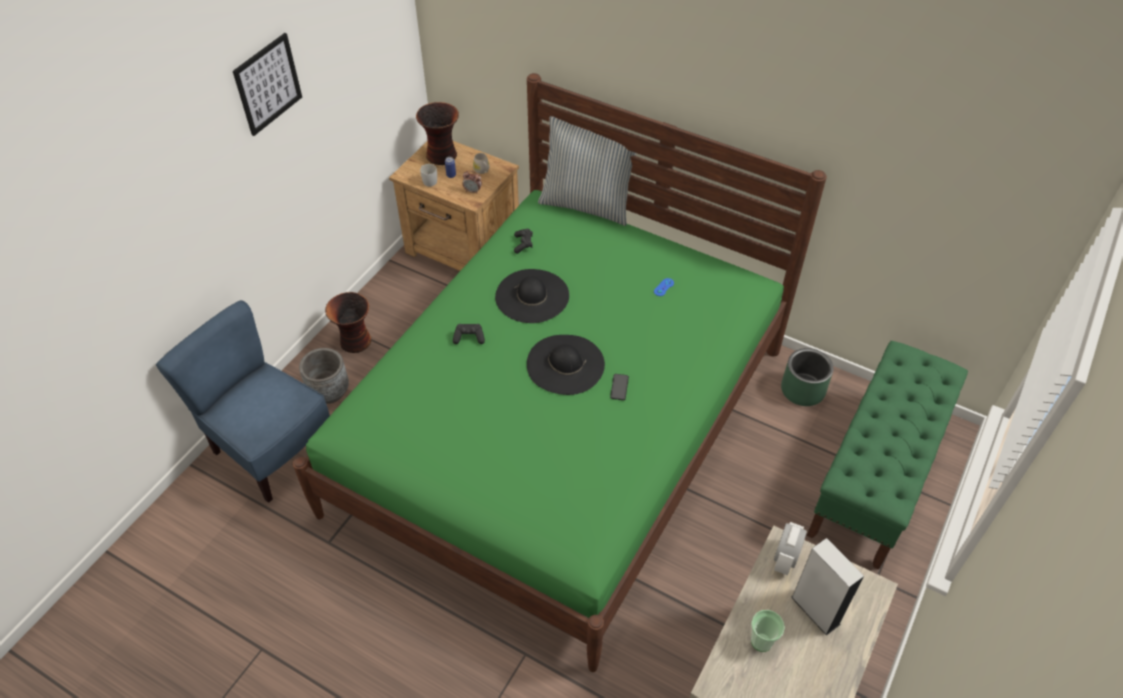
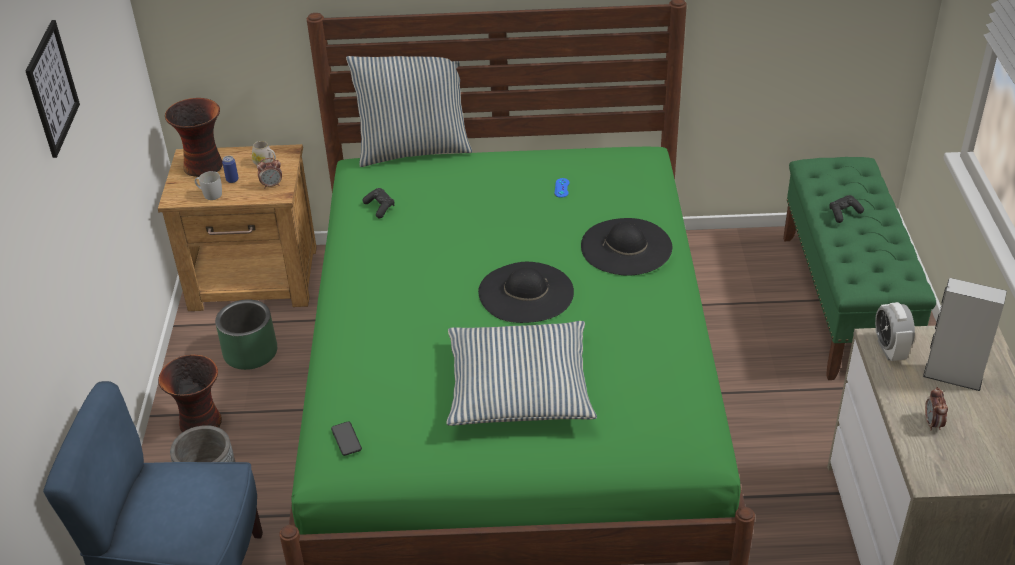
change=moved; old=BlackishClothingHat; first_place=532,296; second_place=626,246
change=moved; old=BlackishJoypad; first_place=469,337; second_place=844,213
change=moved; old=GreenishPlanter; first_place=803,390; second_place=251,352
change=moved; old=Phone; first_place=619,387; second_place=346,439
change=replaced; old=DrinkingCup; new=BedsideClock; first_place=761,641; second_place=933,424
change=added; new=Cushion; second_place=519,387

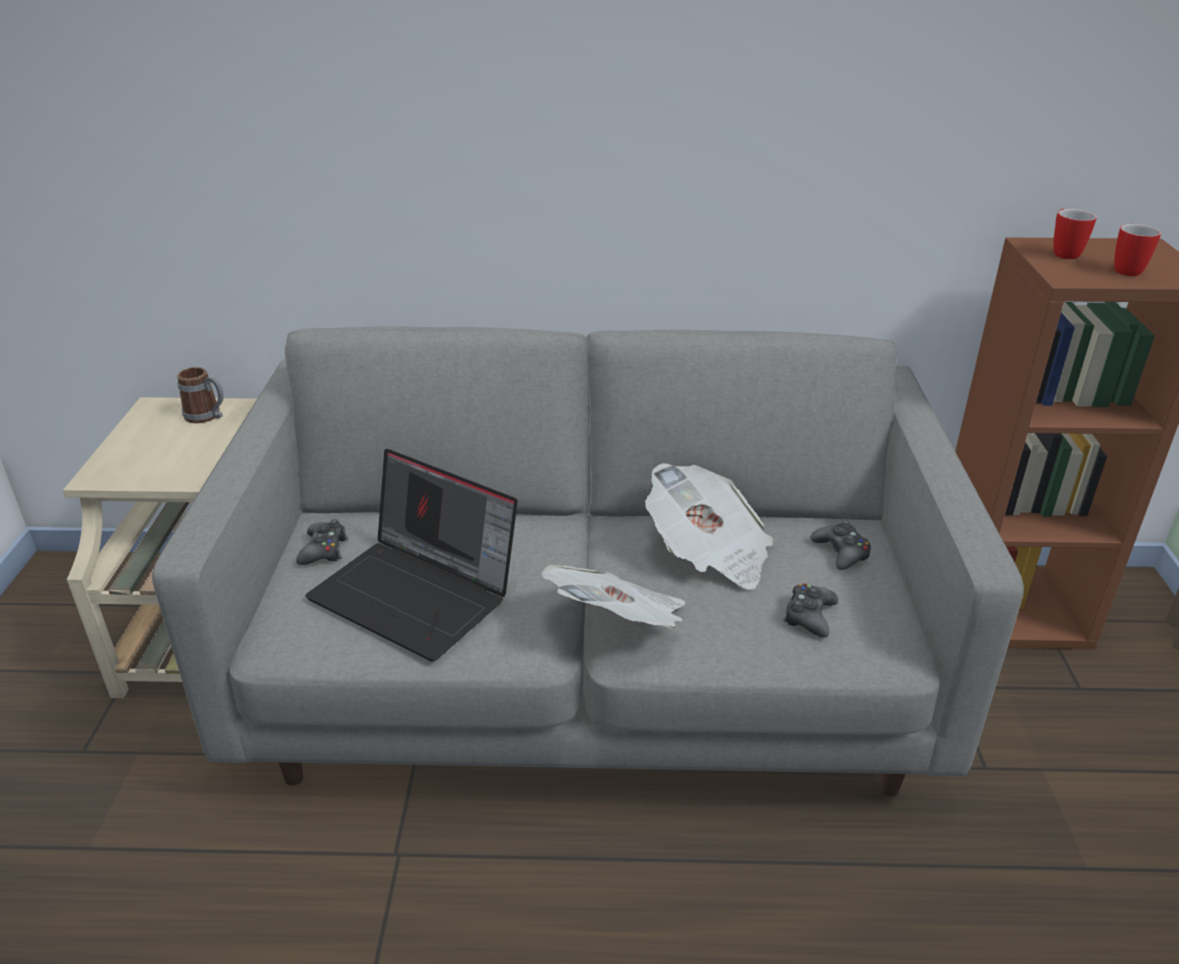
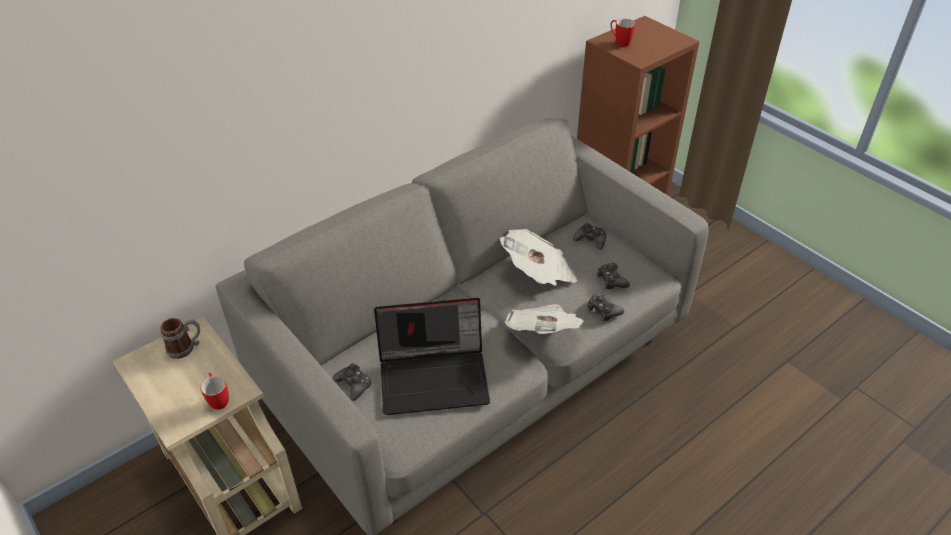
change=moved; old=Mug; first_place=1126,269; second_place=218,399
change=added; new=BlackishJoypad; second_place=603,310

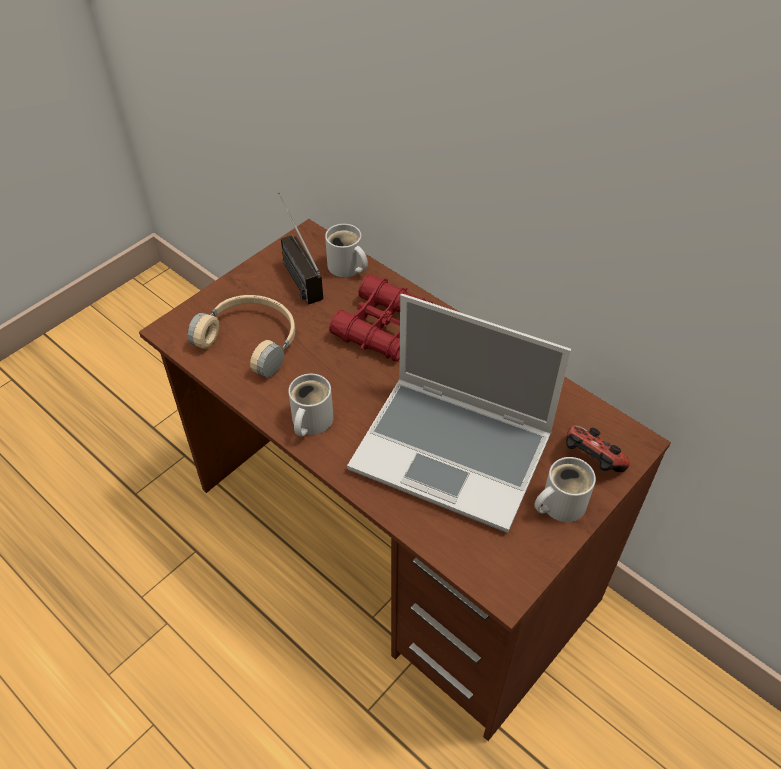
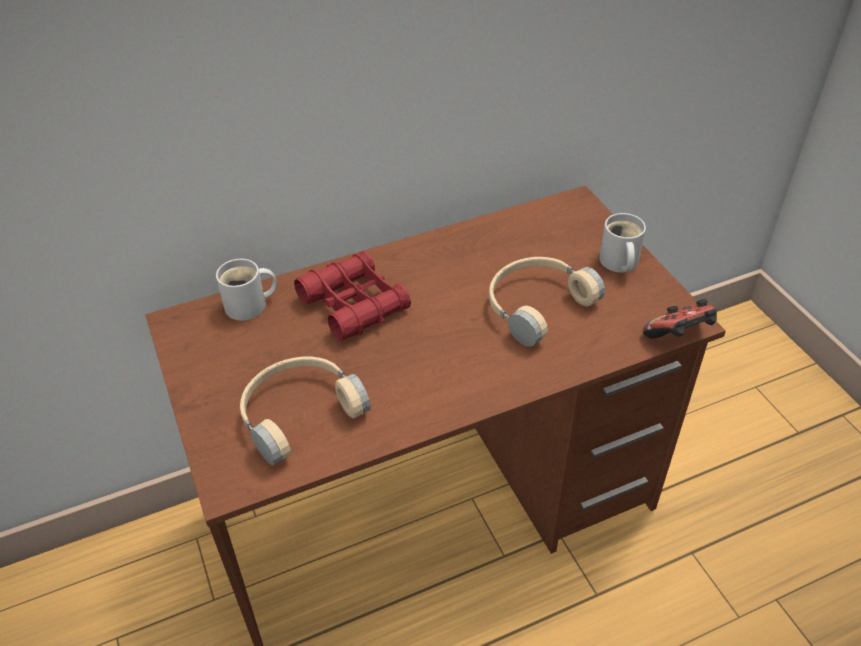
change=removed; old=Radio; first_place=294,271
change=replaced; old=Laptop; new=SandColouredPairOfHeadphones; first_place=454,452; second_place=536,305
change=removed; old=WhitishMug; first_place=309,421
change=moved; old=Joypad; first_place=590,462; second_place=679,336

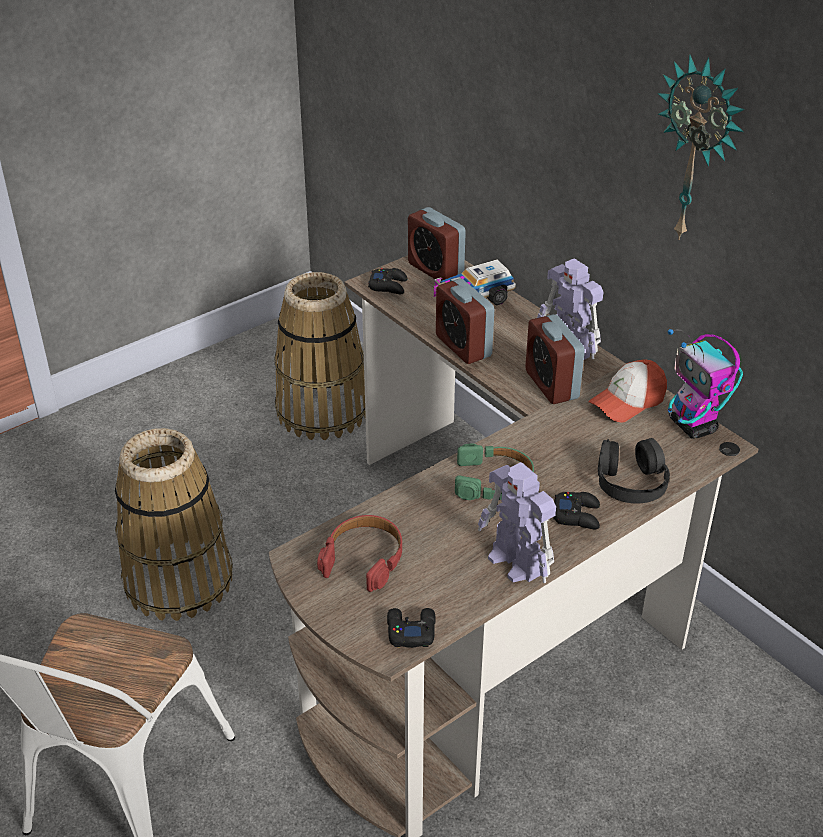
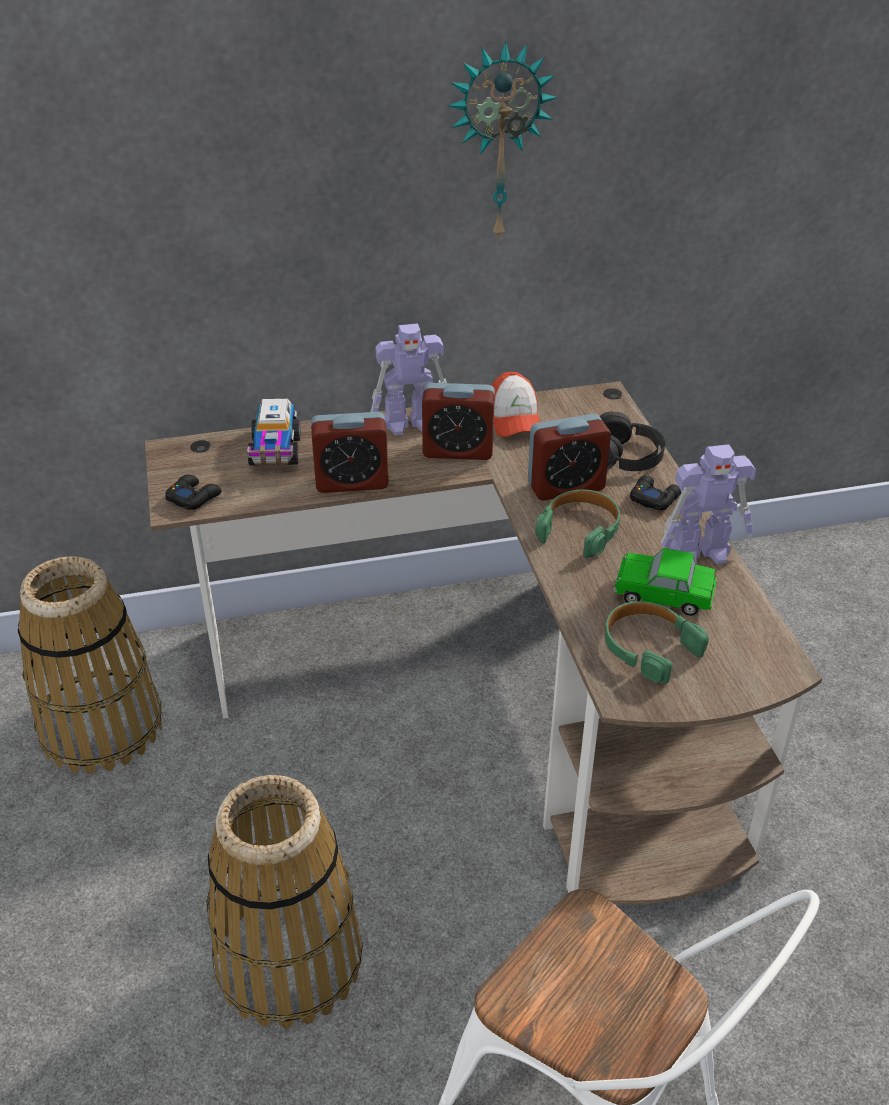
change=moved; old=BedsideClock; first_place=435,270; second_place=566,487
change=removed; old=ToyRobot; first_place=693,426
change=recoloured; old=RedColouredPairOfHeadphones; new=GreenishPairOfHeadphones; first_place=364,558; second_place=649,647
change=removed; old=BlackishJoypad; first_place=410,631
change=added; new=ModelCar; second_place=663,595

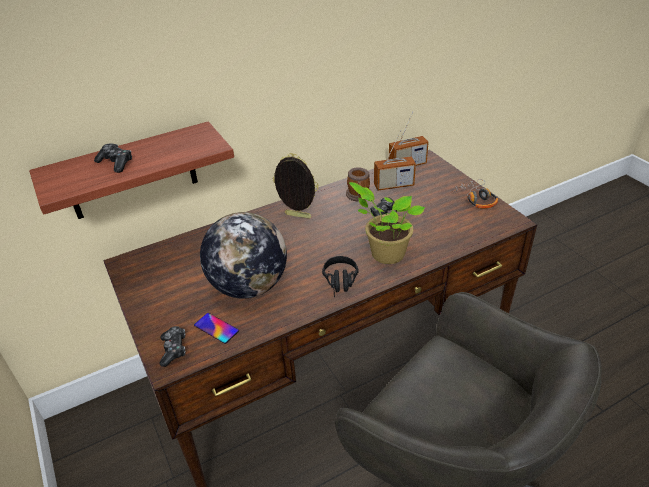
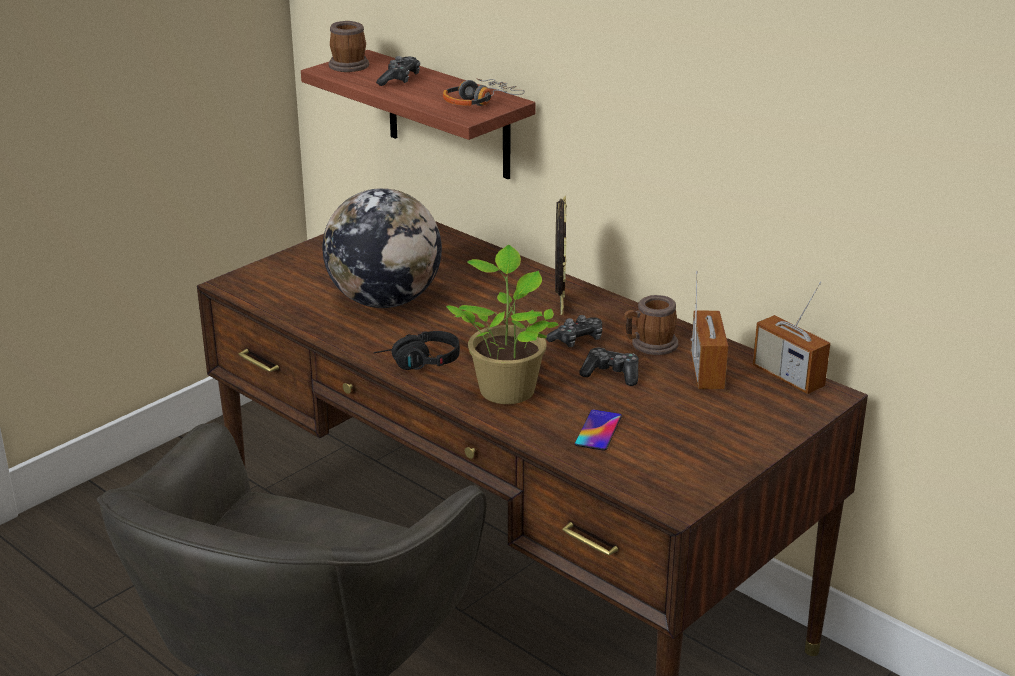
change=turned; old=Radio; first_place=393,185; second_place=707,372; degrees=-150
change=moved; old=PairOfHeadphones; first_place=476,199; second_place=479,101
change=moved; old=Phone; first_place=216,328; second_place=598,430
change=moved; old=Joypad; first_place=174,349; second_place=577,340
change=added; new=Mug; second_place=349,64

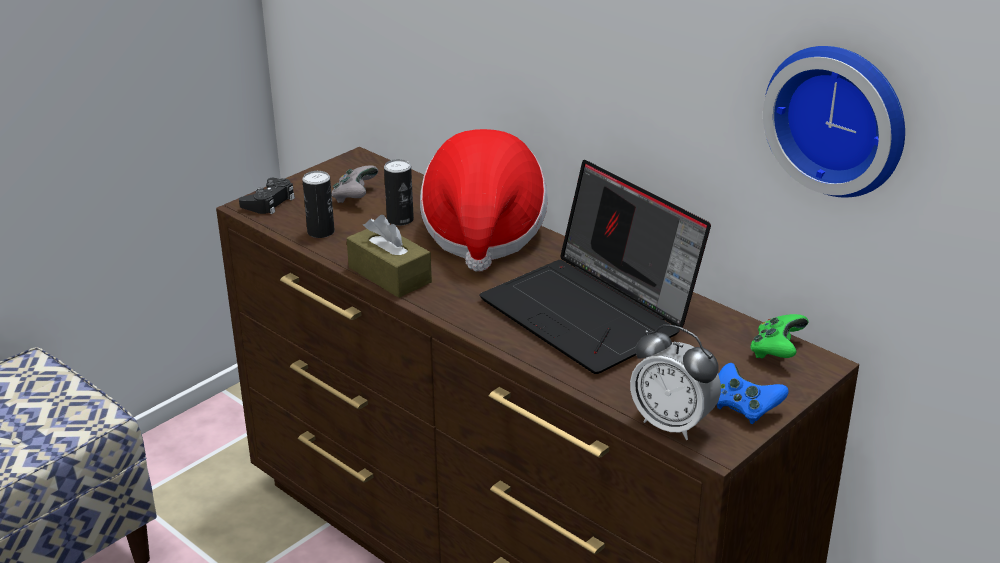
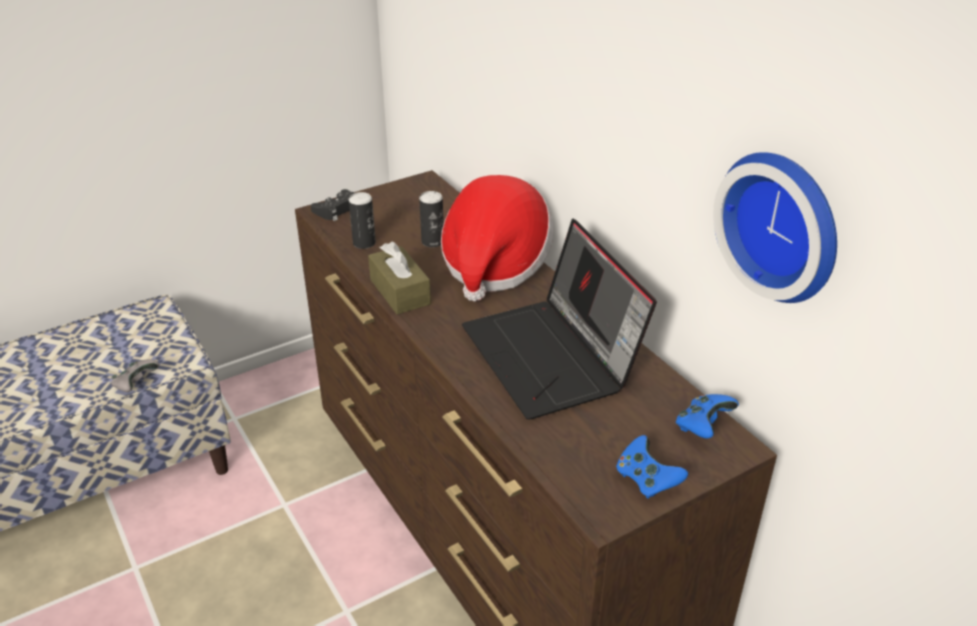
change=moved; old=GreyJoypad; first_place=355,196; second_place=136,384
change=recoloured; old=GreenishJoypad; new=BlueColouredJoypad; first_place=776,351; second_place=703,426
change=removed; old=BedsideClock; first_place=672,424

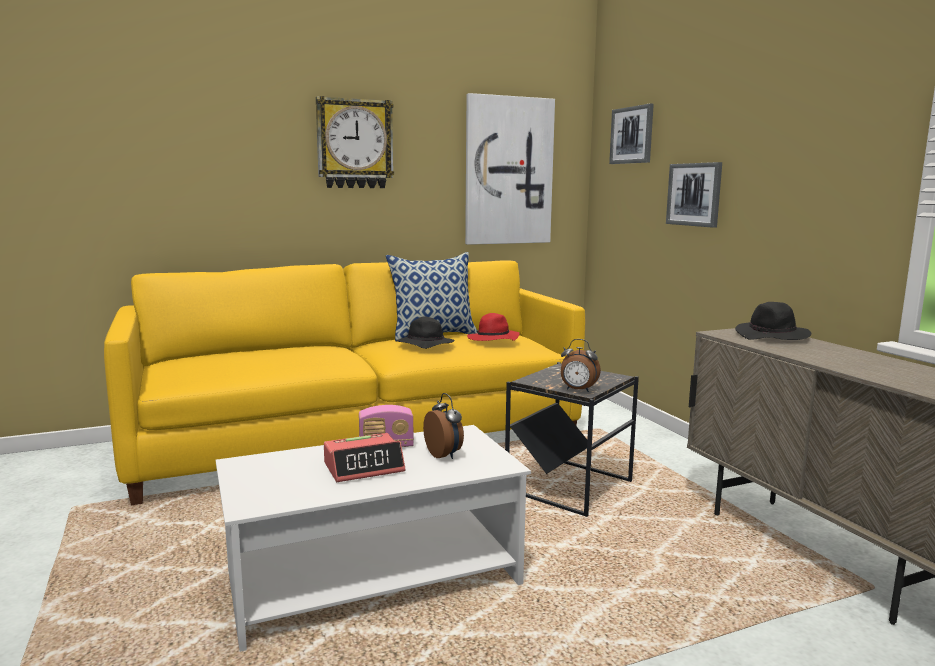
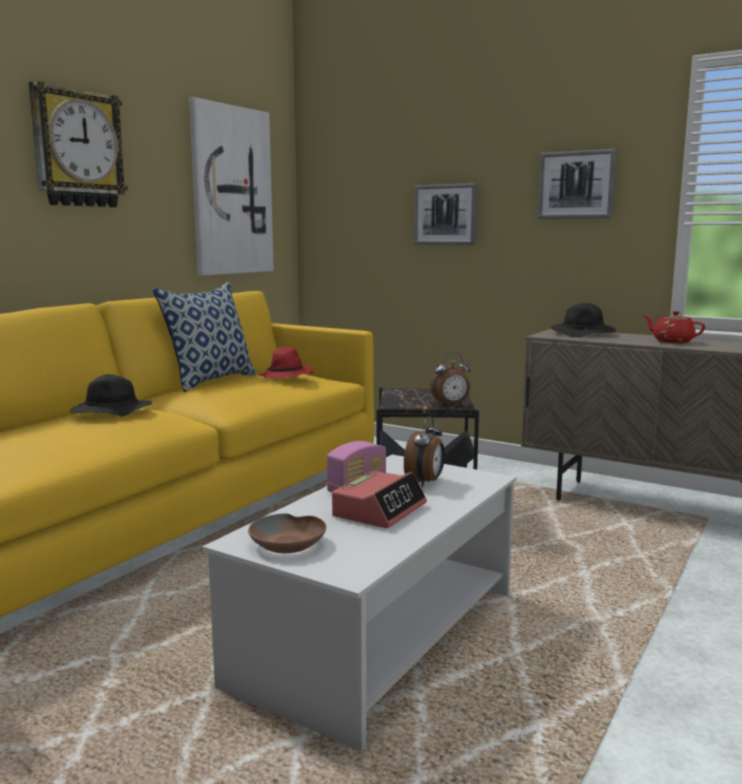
change=moved; old=WallArt; first_place=632,135; second_place=576,185
change=moved; old=BlackishClothingHat; first_place=424,345; second_place=110,412
change=turned; old=BedsideClock; first_place=444,455; second_place=425,482; degrees=90
change=added; new=RedColouredTeapot; second_place=672,341
change=added; new=BrownColouredServingBowl; second_place=289,544

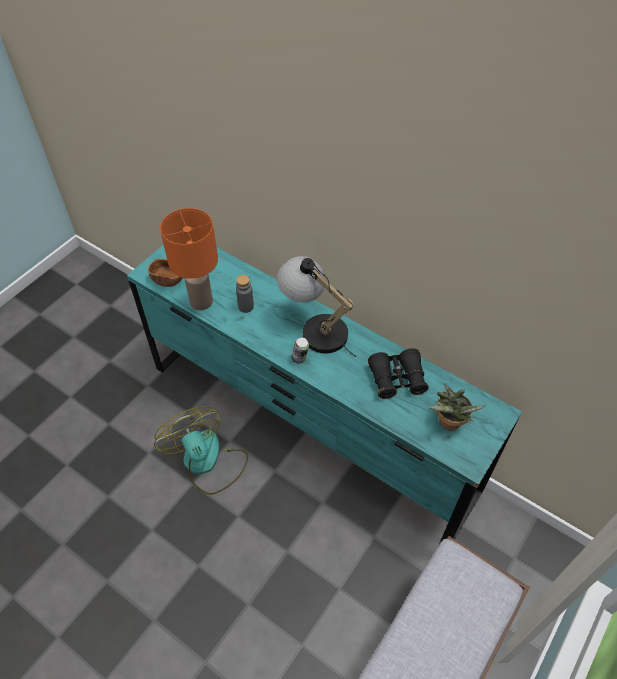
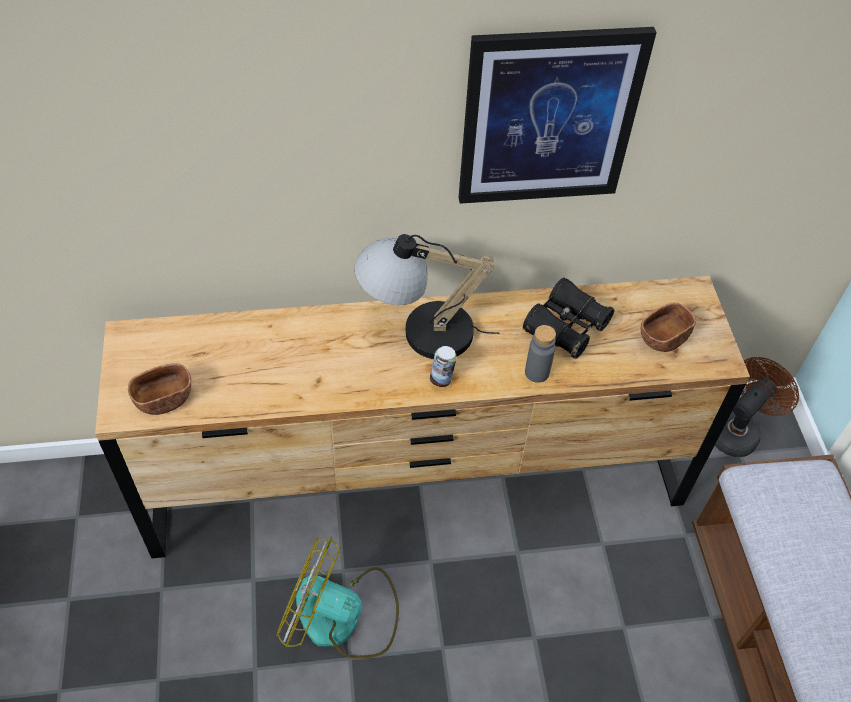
change=removed; old=OrangeColouredTabletopLamp; first_place=201,301
change=recoloured; old=TurquoiseDrawerChest; new=BrownColouredDrawerChest; first_place=308,427; second_place=418,482
change=moved; old=GreyDrinkBottle; first_place=246,306; second_place=537,372
change=replaced; old=PottedPlant; new=BrownColouredServingBowl; first_place=448,424; second_place=663,337
change=added; new=WallArt; second_place=548,118
change=added; new=BrownColouredFan; second_place=737,431

